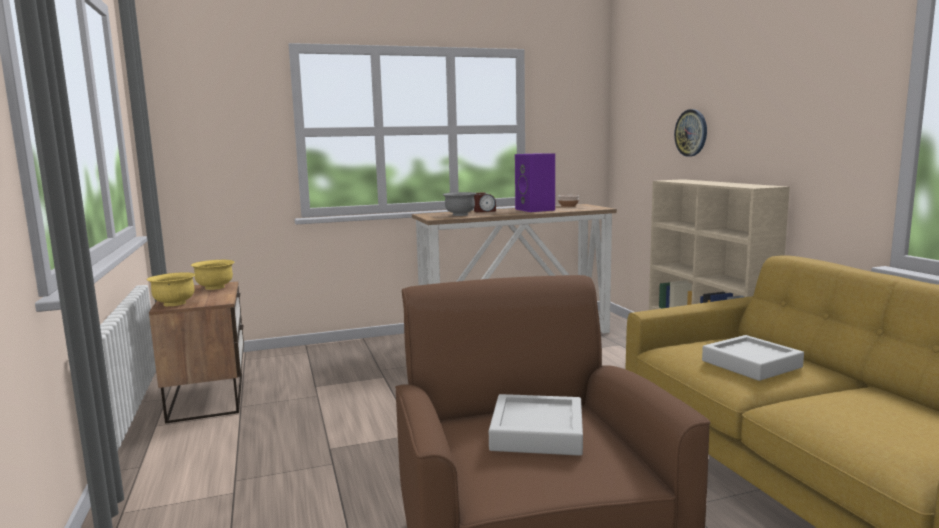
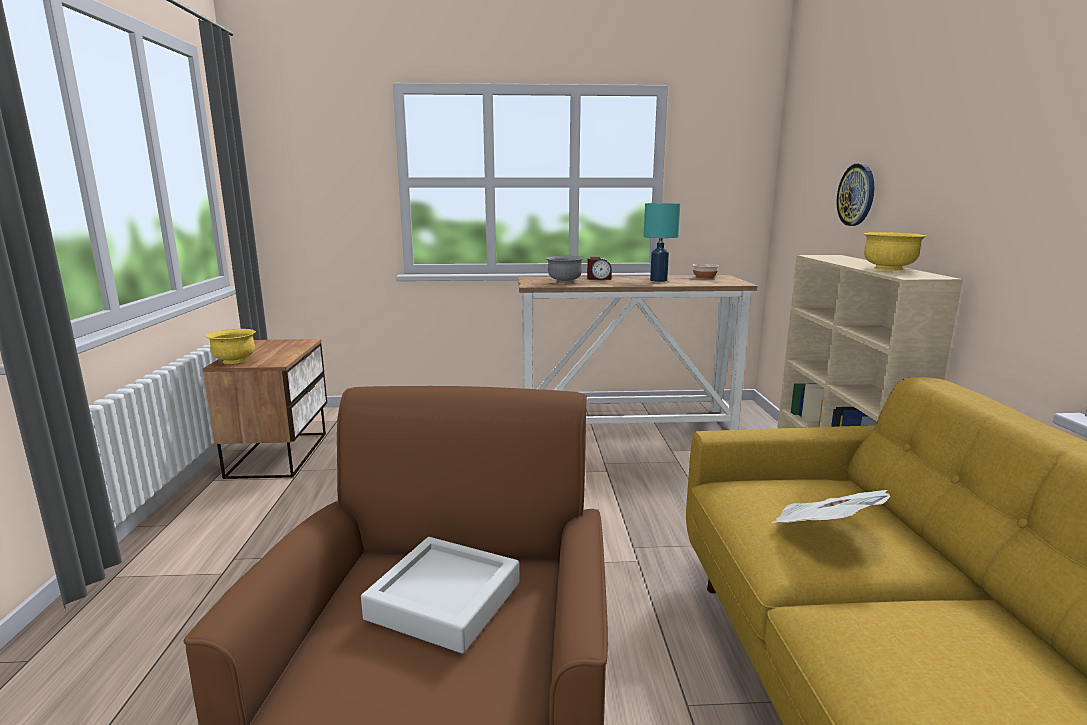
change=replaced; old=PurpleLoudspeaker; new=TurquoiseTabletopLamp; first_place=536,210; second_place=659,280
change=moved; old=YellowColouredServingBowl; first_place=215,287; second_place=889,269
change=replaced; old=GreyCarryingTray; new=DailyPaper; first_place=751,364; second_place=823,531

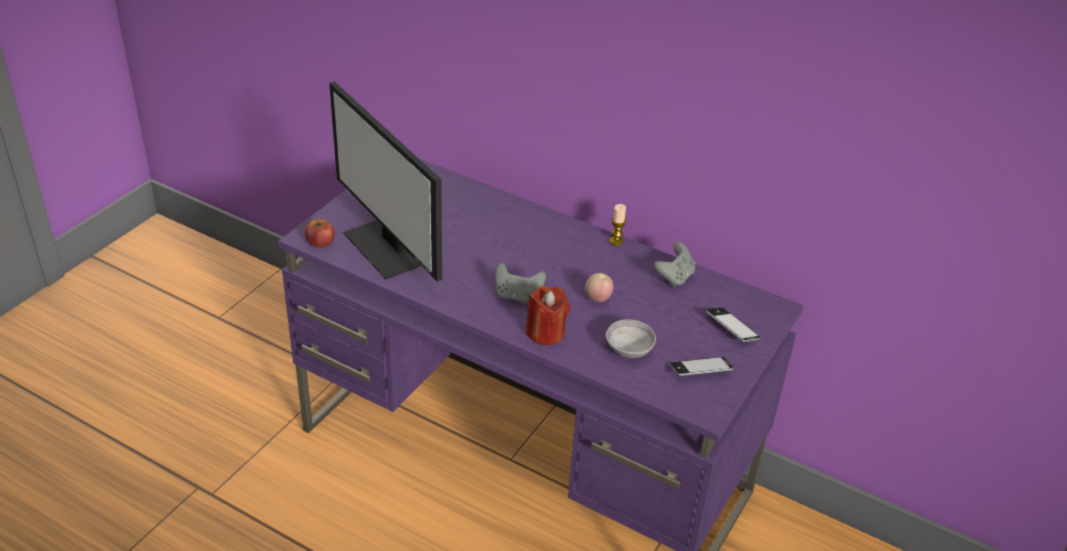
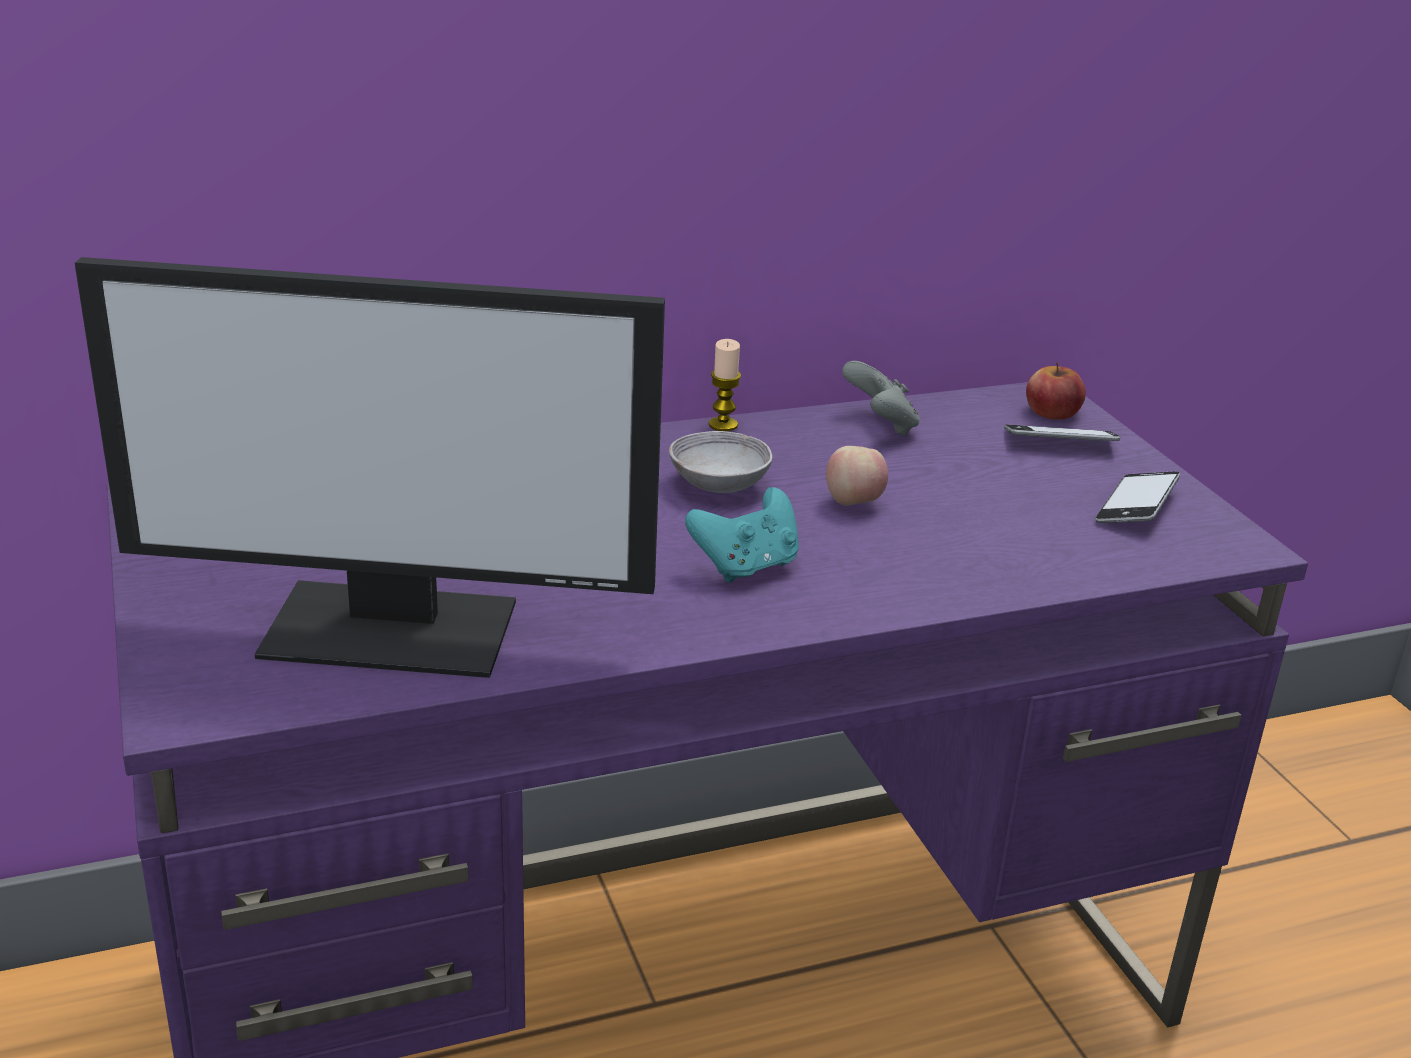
change=moved; old=AppleFruit; first_place=320,241; second_place=1052,412
change=recoloured; old=GreyJoypad; new=TurquoiseJoypad; first_place=517,296; second_place=746,566
change=removed; old=RedColouredWaxLight; first_place=545,333
change=moved; old=GreyServingBowl; first_place=629,349; second_place=718,485

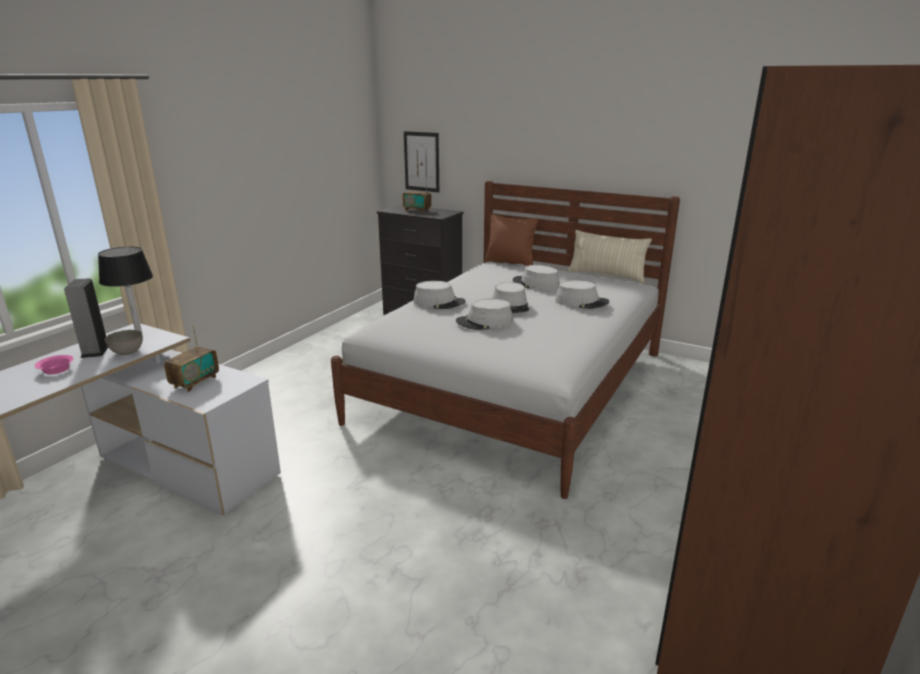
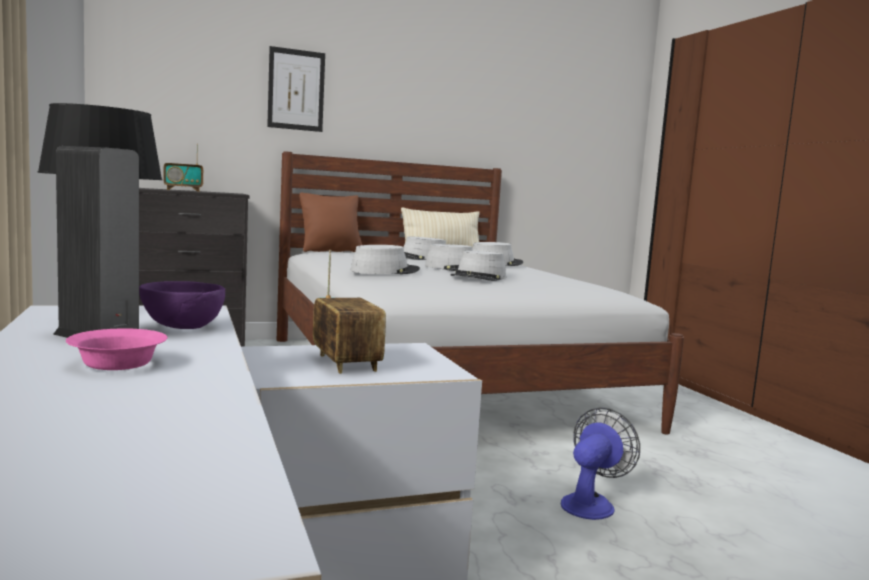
change=moved; old=WallArt; first_place=421,161; second_place=296,90
change=recoloured; old=GreyServingBowl; new=PurpleServingBowl; first_place=126,352; second_place=183,328
change=added; new=Fan; second_place=591,503

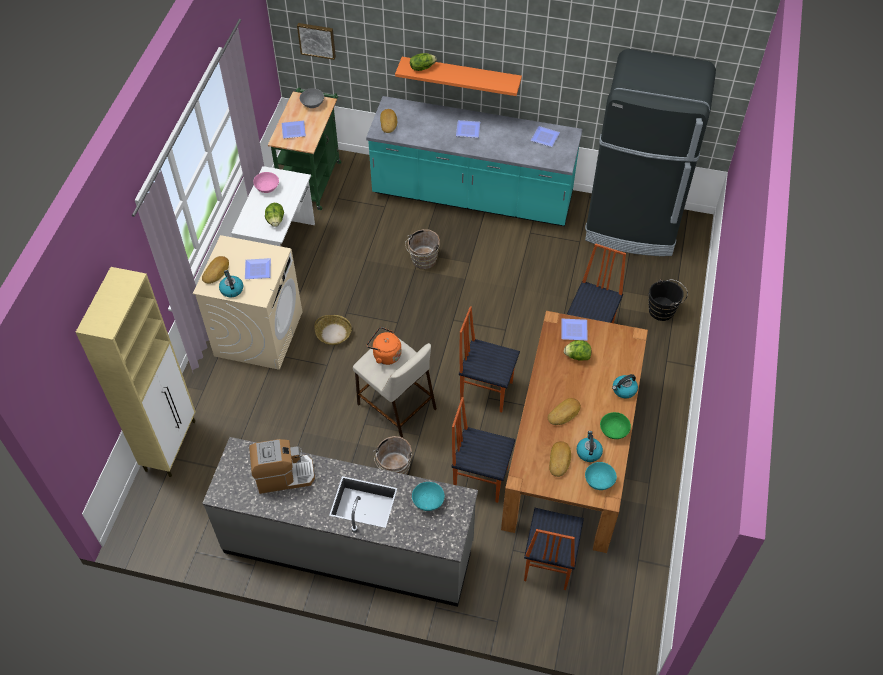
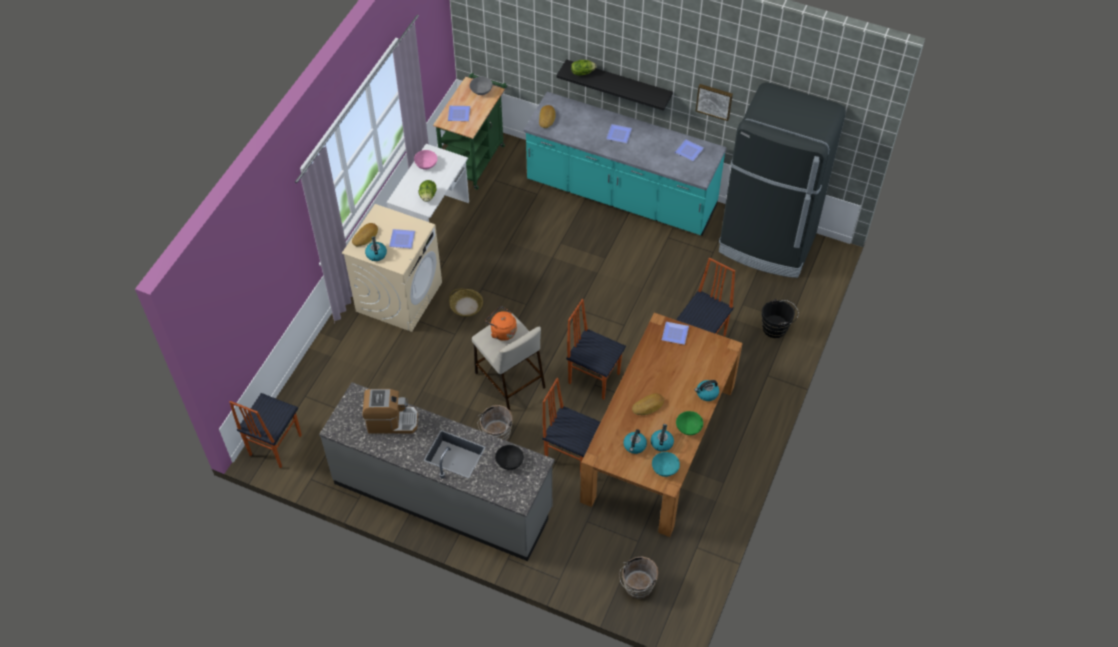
change=moved; old=WallArt; first_place=317,40; second_place=714,101
change=recoloured; old=OrangeColouredShelf; new=BlackishShelf; first_place=461,75; second_place=618,83
change=moved; old=BrownColouredWaterBucket; first_place=422,261; second_place=636,587
change=removed; old=SandColouredStorageCabinet; first_place=171,445
change=removed; old=LettuceHead; first_place=577,356
change=replaced; old=BakeryBread; new=TeaKettle; first_place=560,460; second_place=634,446
change=recoloured; old=TurquoiseServingBowl; new=BlackishServingBowl; first_place=428,501; second_place=509,461
change=moved; old=Chair; first_place=547,563; second_place=274,445

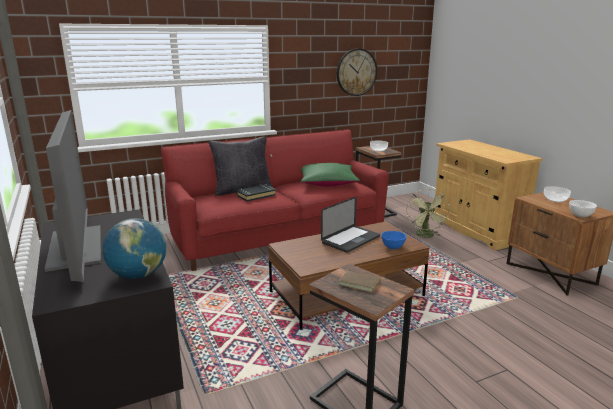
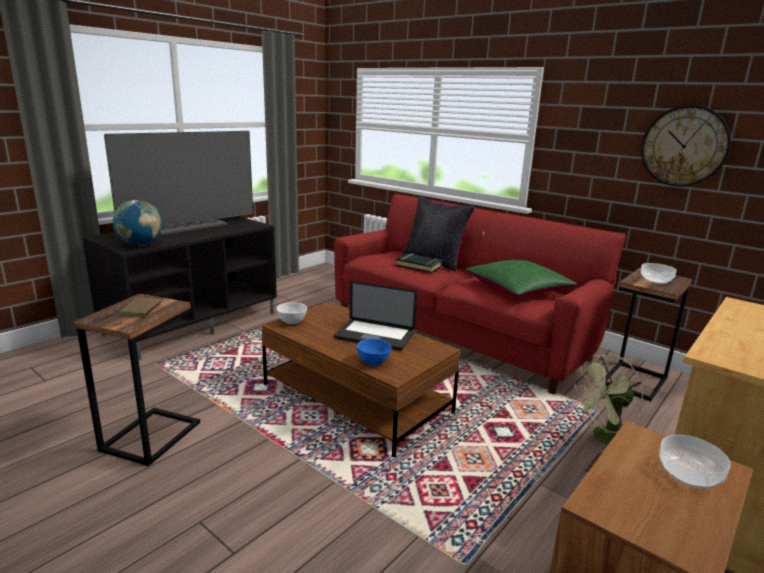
change=moved; old=WhitishServingBowl; first_place=580,216; second_place=291,322

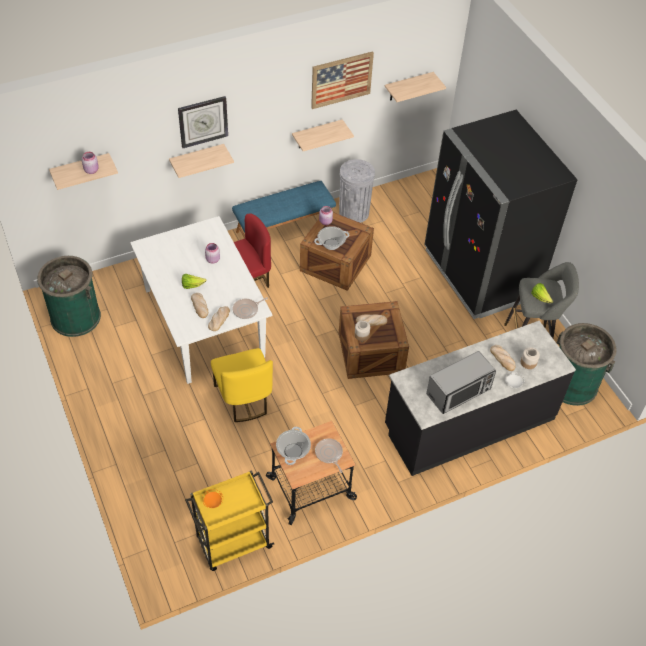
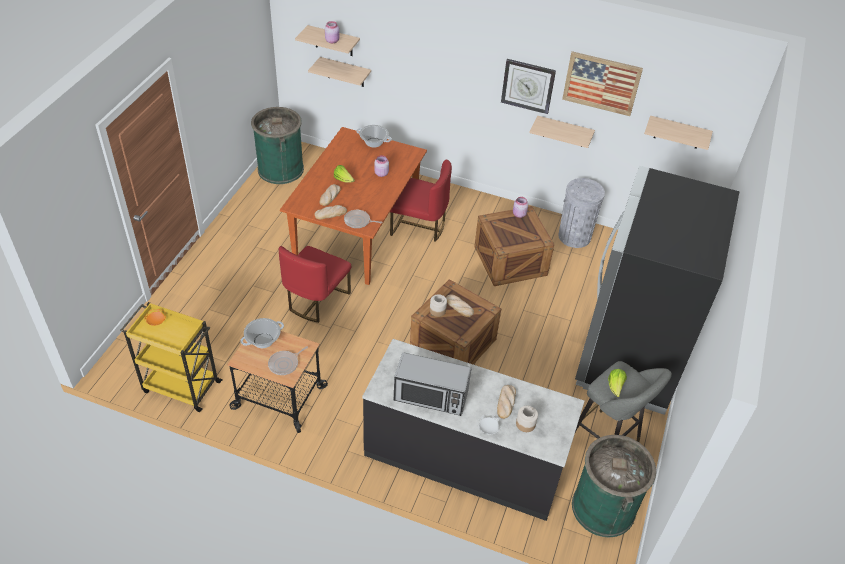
change=moved; old=WallClock; first_place=203,121; second_place=528,86
change=moved; old=Shelf; first_place=197,159; second_place=345,72
change=removed; old=BlueColouredLongSeat; first_place=284,228
change=recoloured; old=WhitishDiningTable; new=BrownColouredDiningTable; first_place=204,323; second_place=357,232
change=moved; old=Saucepot; first_place=331,244; second_place=373,143
change=recoloured; old=YellowColouredChair; new=RedColouredChair; first_place=243,399; second_place=316,300
change=turned; old=Skillet; first_place=329,454; second_place=285,364; degrees=-150

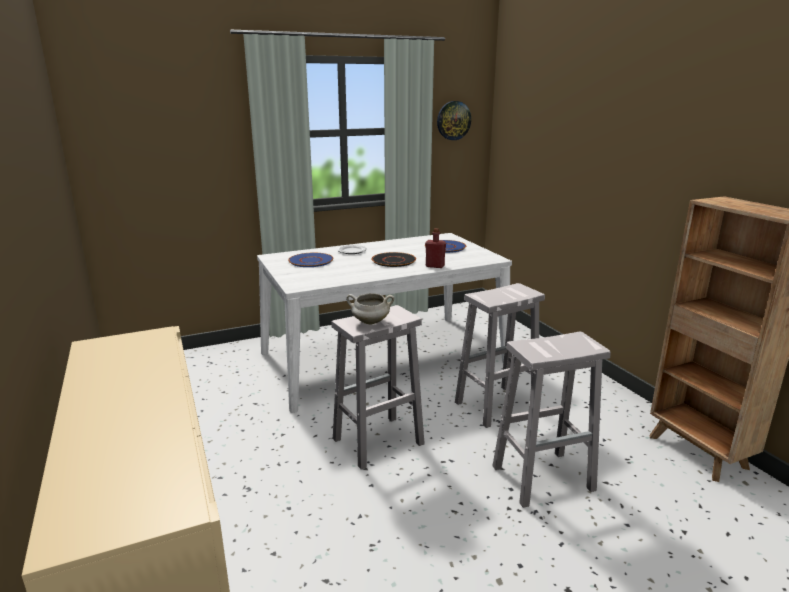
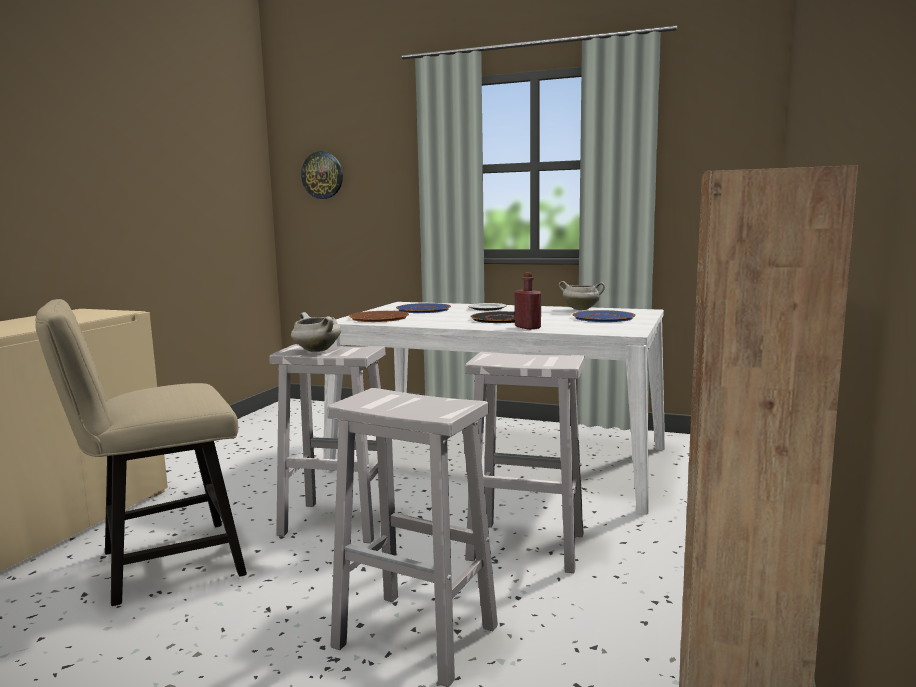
change=moved; old=WallClock; first_place=453,120; second_place=322,175
change=added; new=WhitishSaucepot; second_place=581,309
change=added; new=SandColouredChair; second_place=159,565
change=added; new=BrownColouredPlate; second_place=379,317

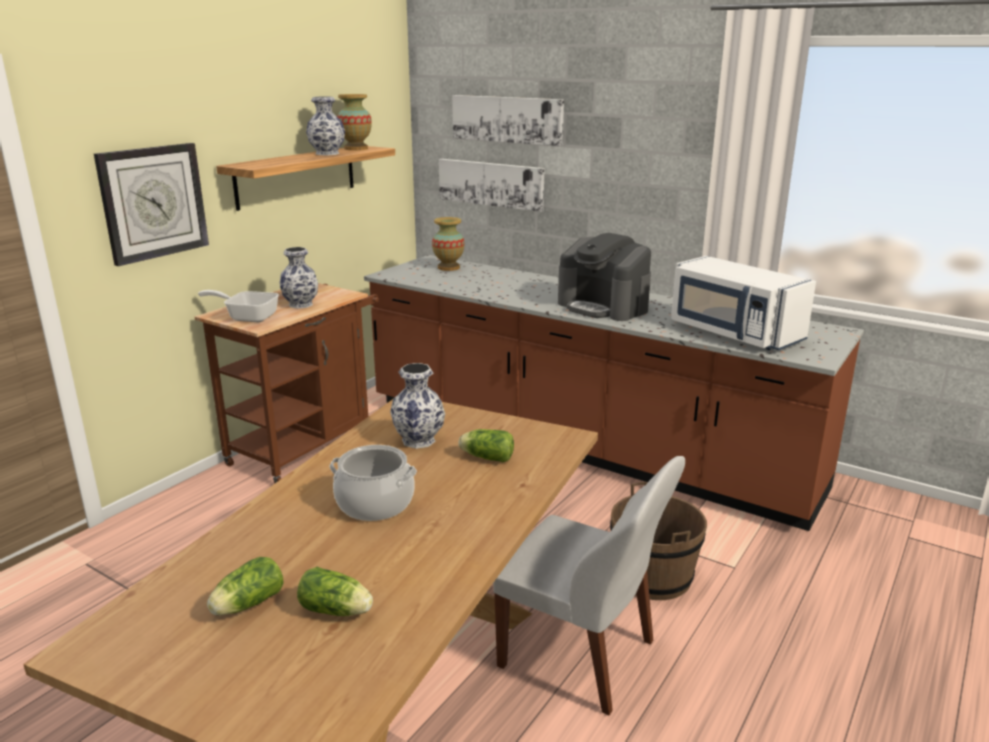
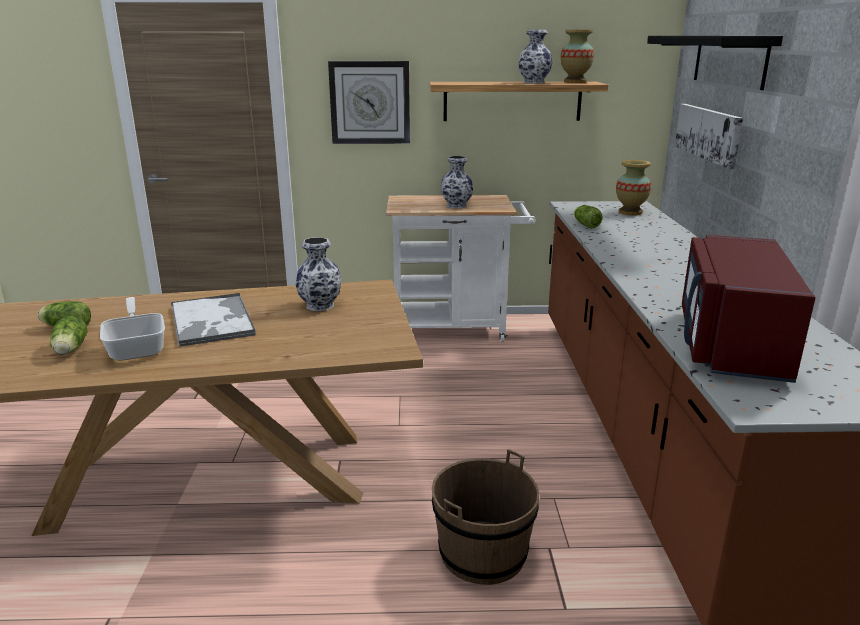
change=replaced; old=WallArt; new=BlackishShelf; first_place=507,119; second_place=729,60
change=removed; old=CoffeeBrewer; first_place=603,307
change=recoloured; old=WhitishMicrowave; new=RedColouredMicrowave; first_place=732,333; second_place=729,344
change=recoloured; old=BrownColouredTrolley; new=WhitishTrolley; first_place=307,446; second_place=456,329
change=moved; old=Skillet; first_place=247,317; second_place=138,347
change=moved; old=LettuceHead; first_place=485,457; second_place=585,225
change=replaced; old=Saucepot; new=CarryingTray; first_place=375,503; second_place=212,321
change=removed; old=WhitishChair; first_place=581,656

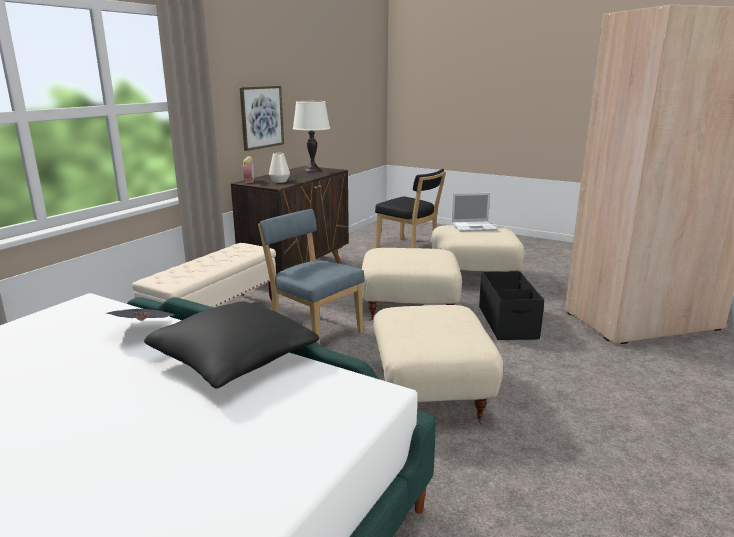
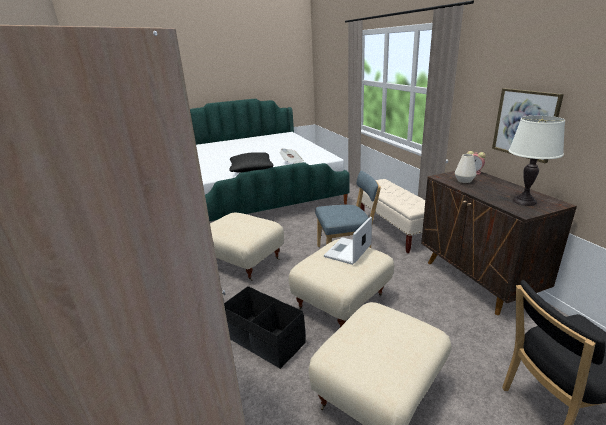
change=moved; old=Laptop; first_place=474,226; second_place=347,251

